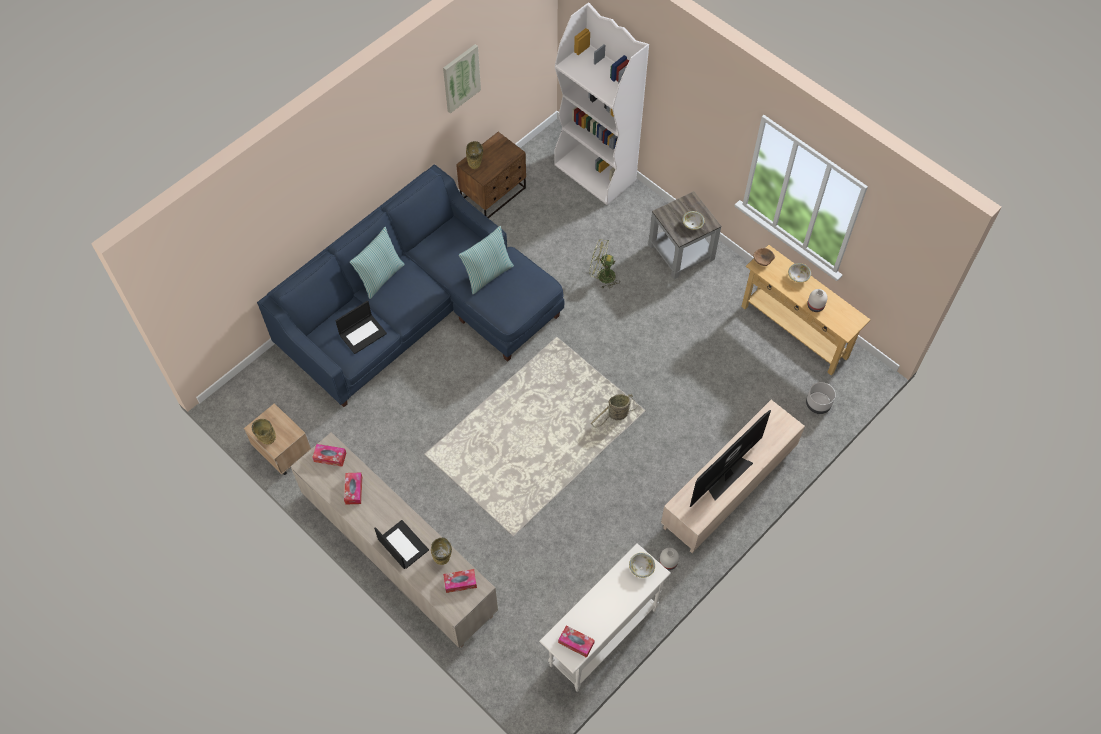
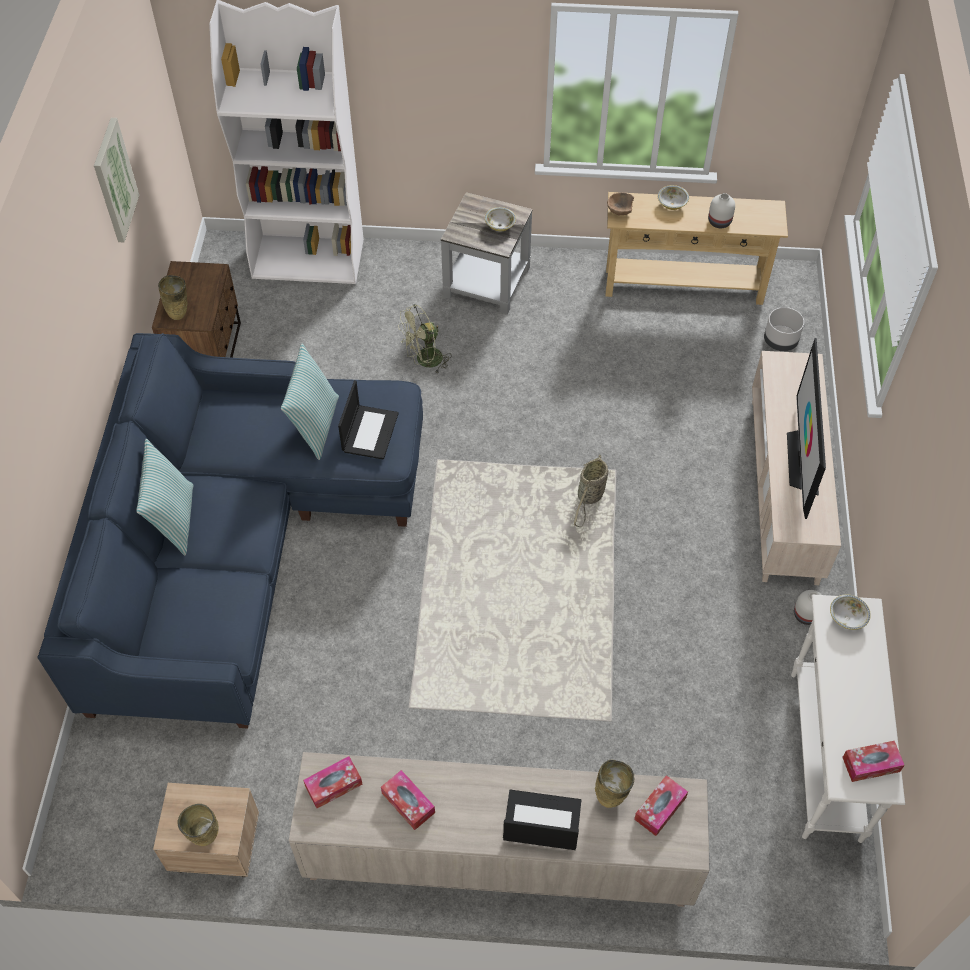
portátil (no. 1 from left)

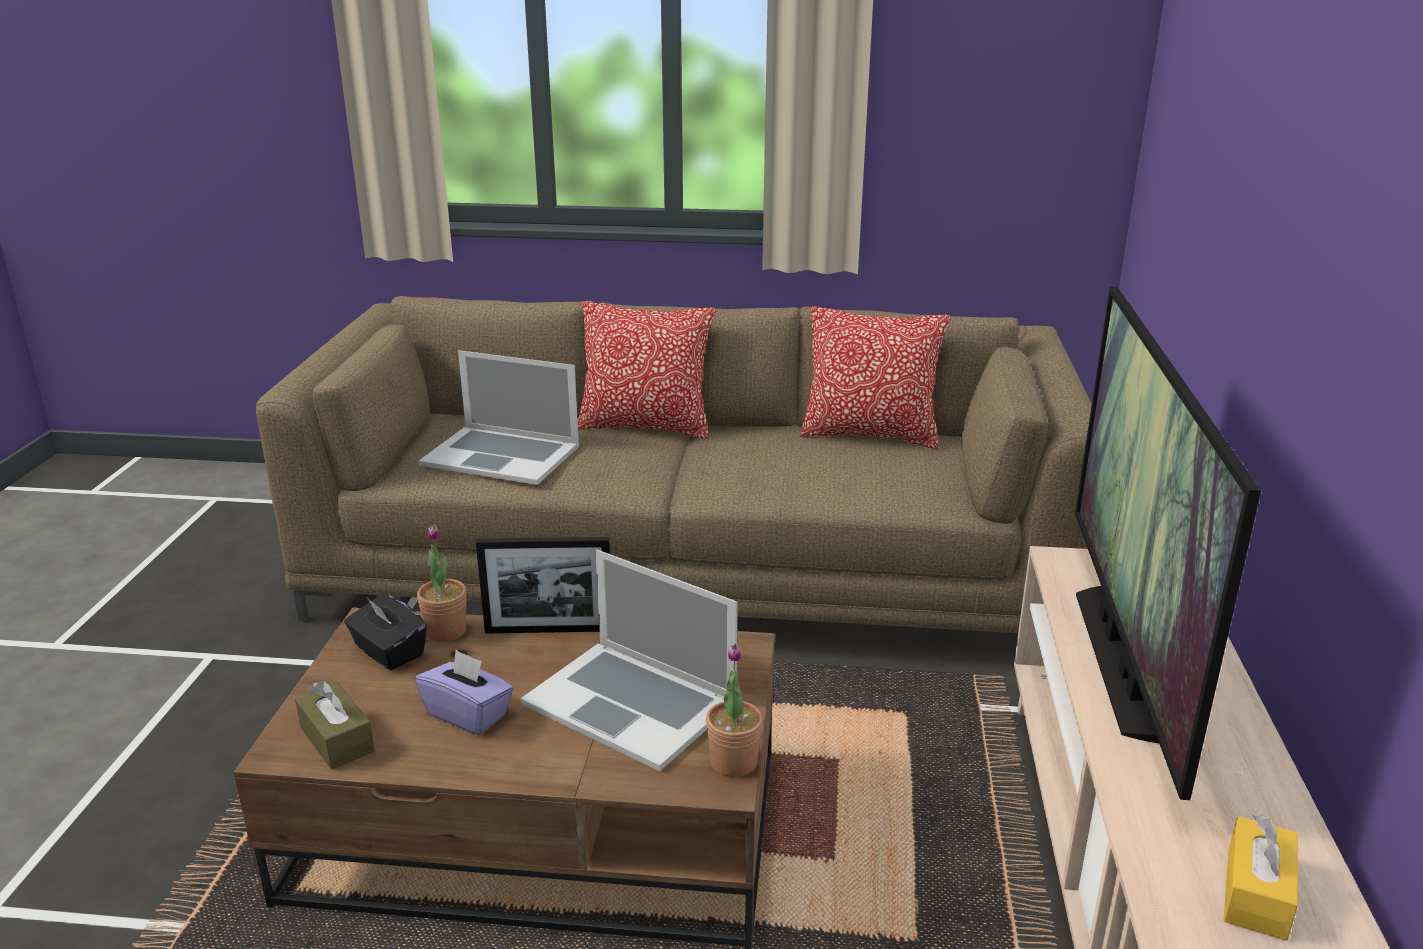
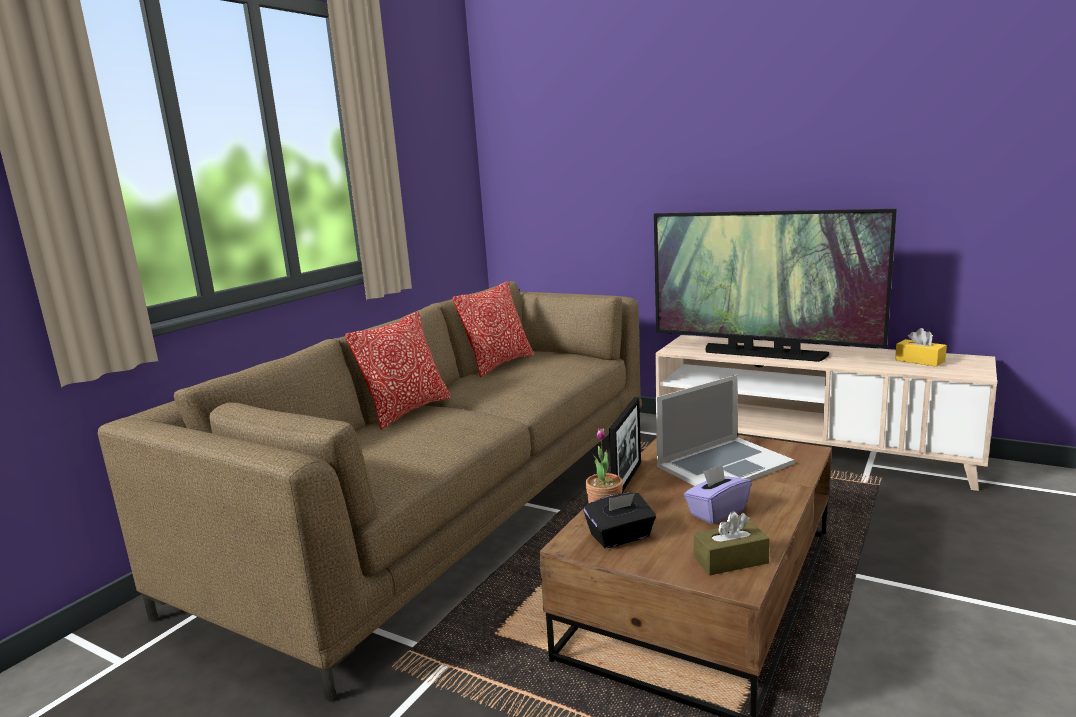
portátil (no. 1 from left in the first image); planta en maceta (no. 2 from left in the first image)

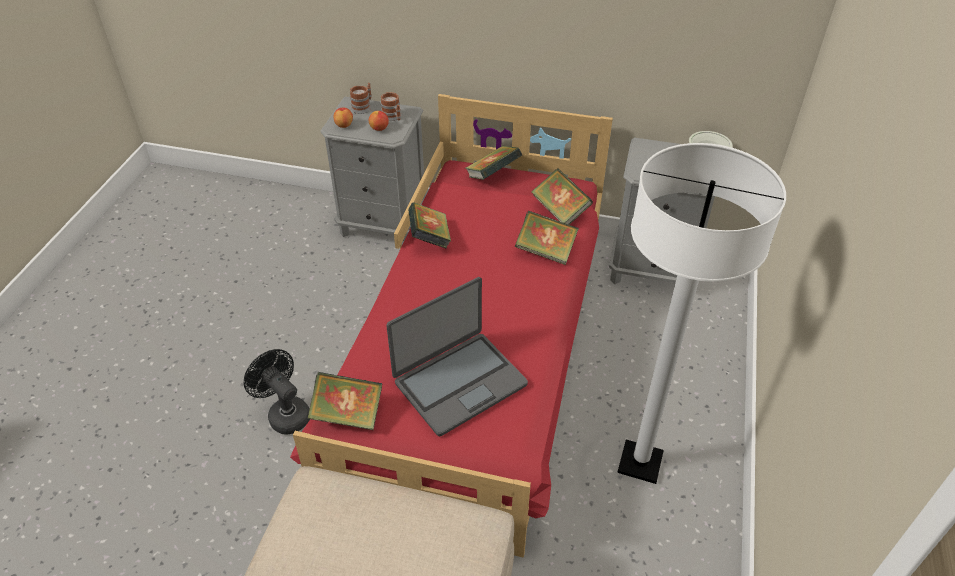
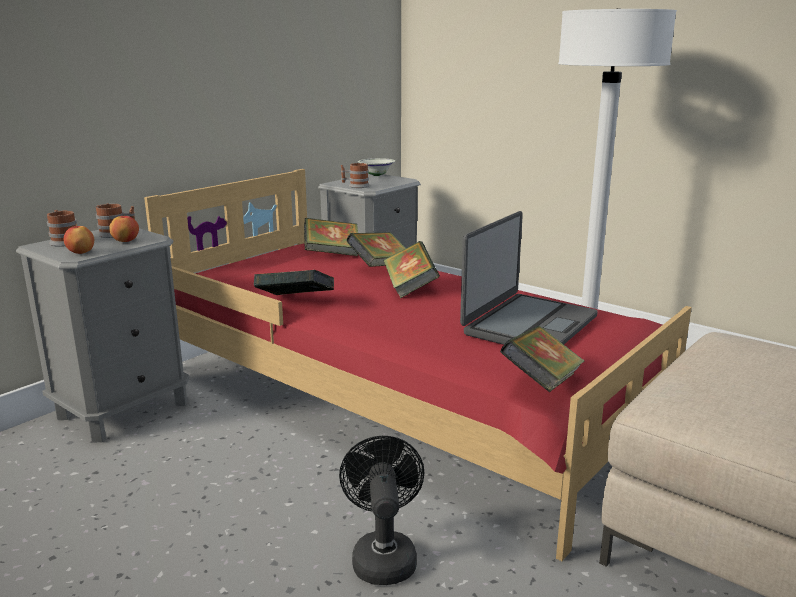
ventilador [negro]; taza grande (no. 3 from left); libro (no. 4 from left); portátil

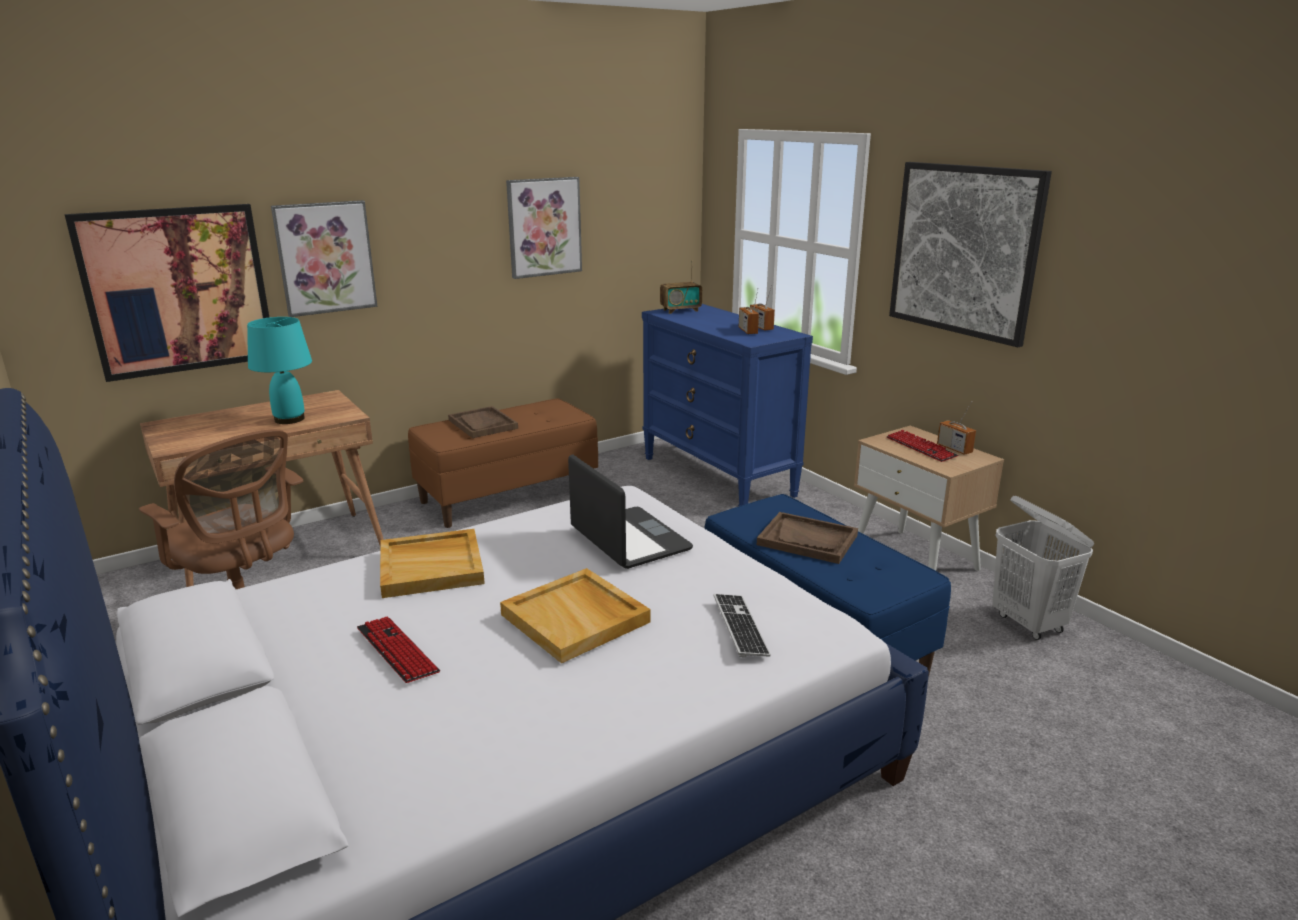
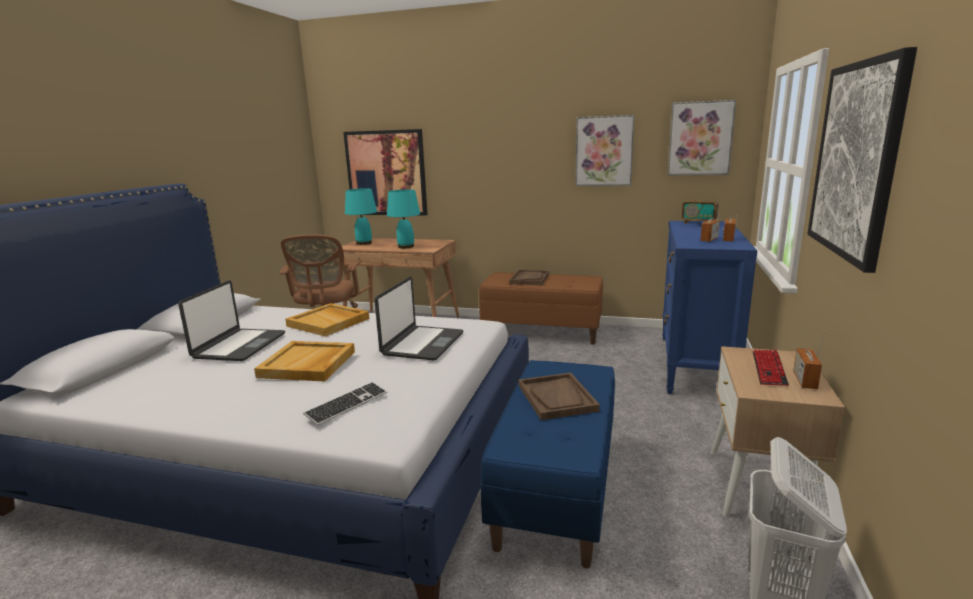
portátil (no. 1 from left); lámpara de mesa [turquesa] (no. 1 from left); cuadro (no. 3 from left)

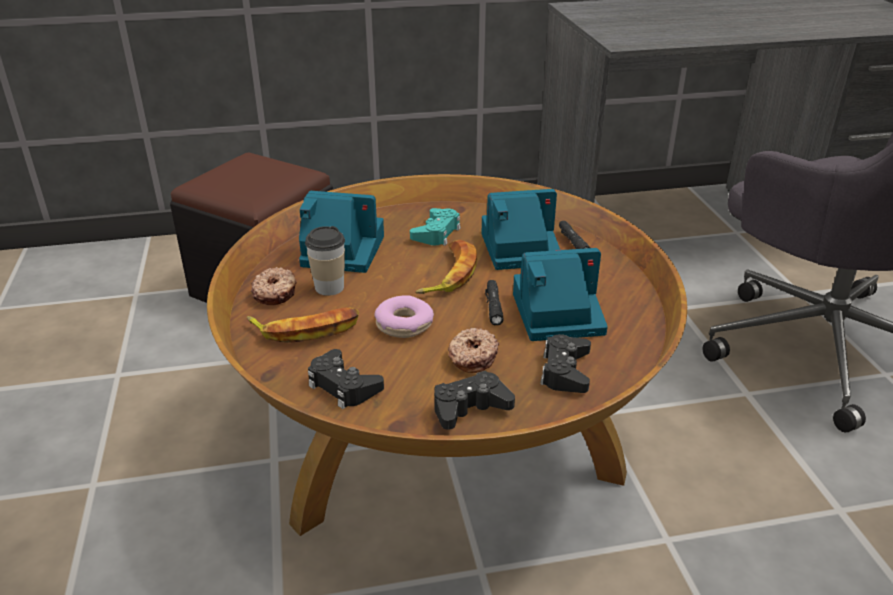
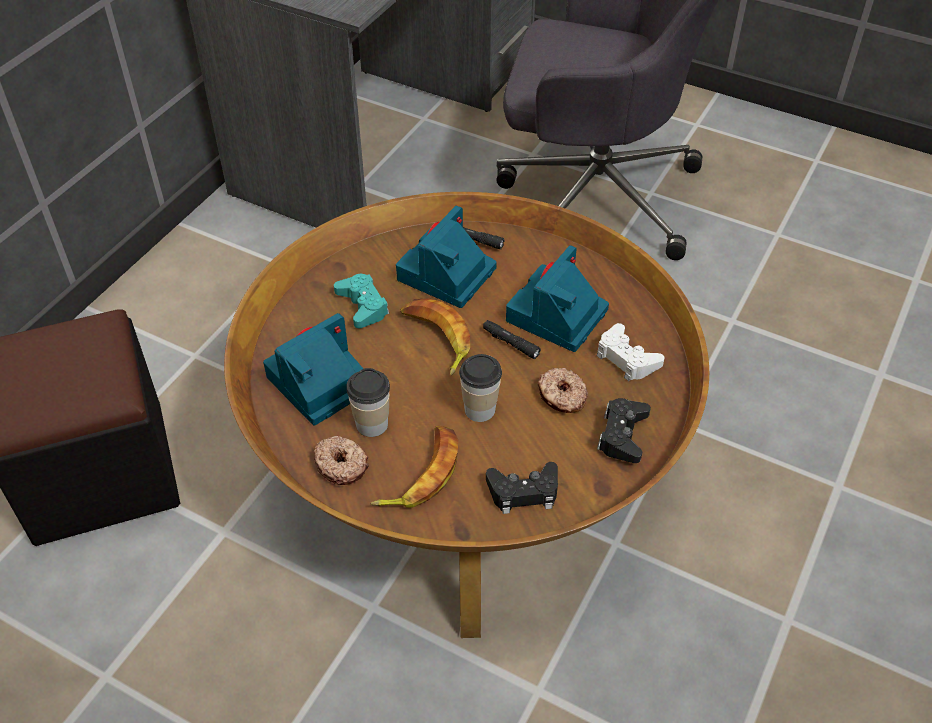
taza (no. 2 from left); mando de consola [blanco]

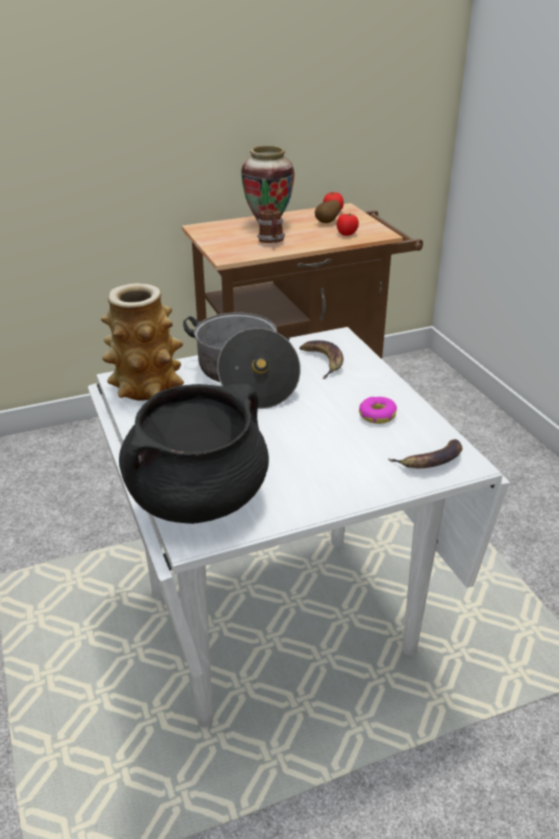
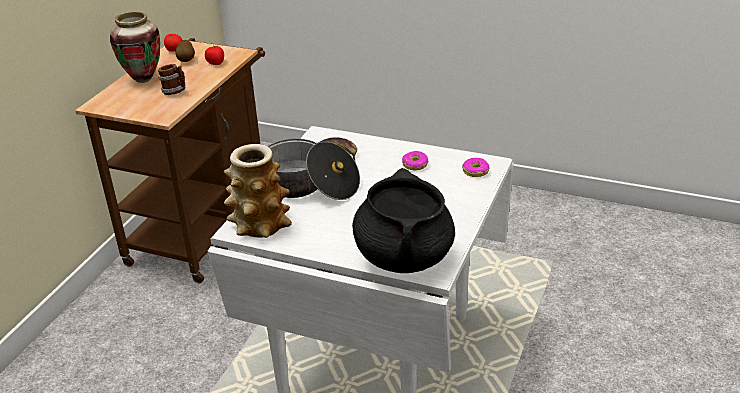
rosquilla (no. 2 from left)

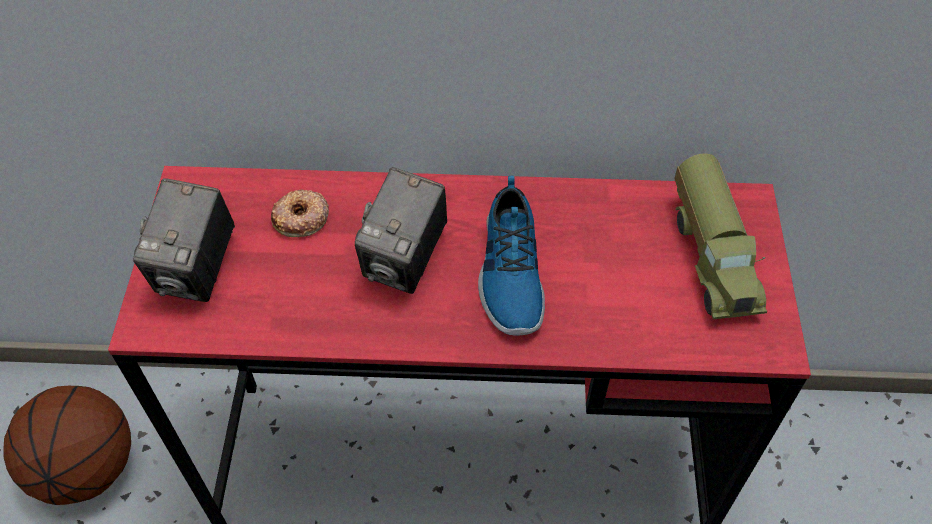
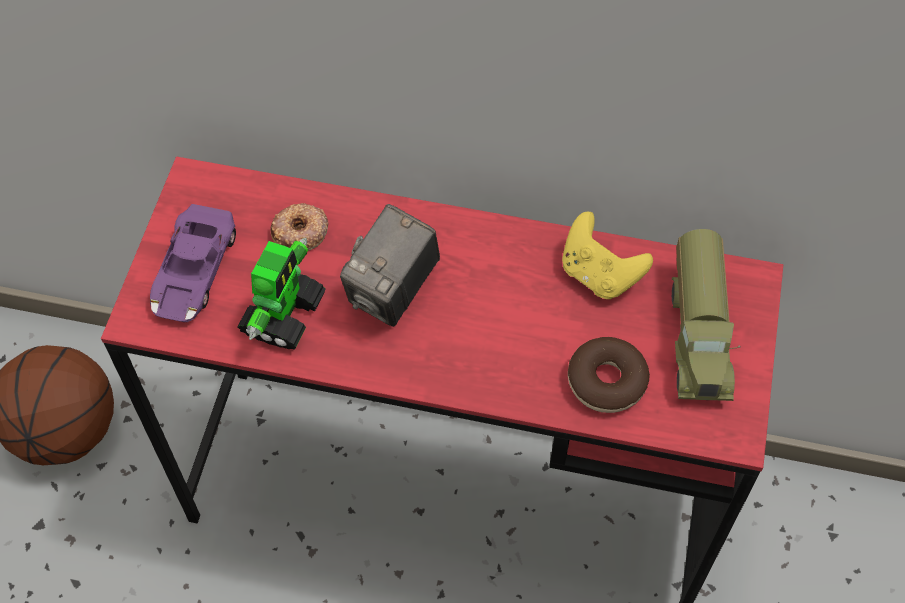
coche de juguete [morado]; robot de juguete; mando de consola [amarillo]; rosquilla (no. 2 from left); zapato

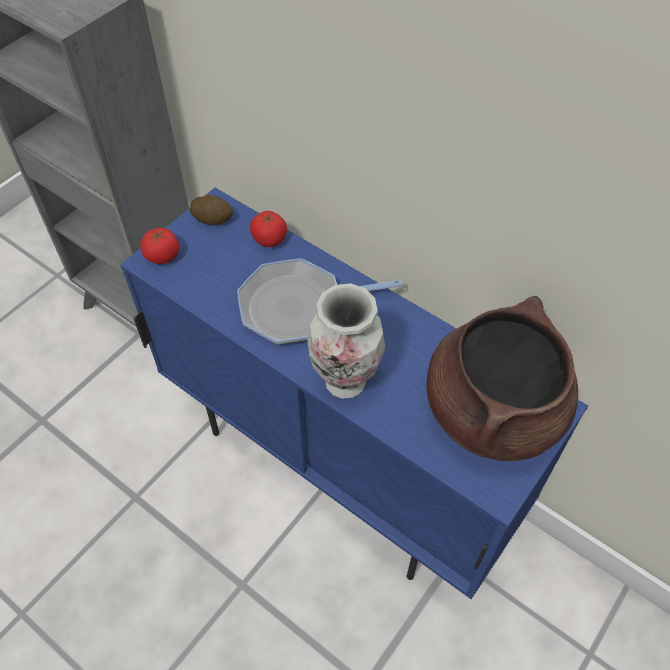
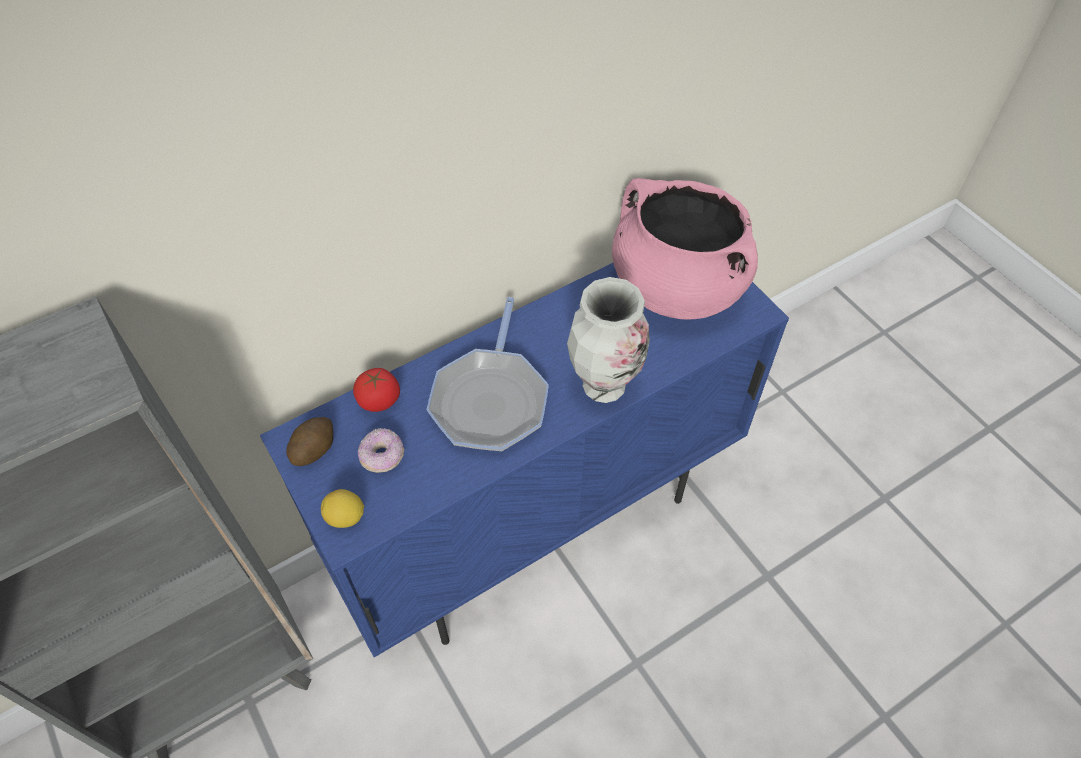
limón; rosquilla; olla [rosa]

